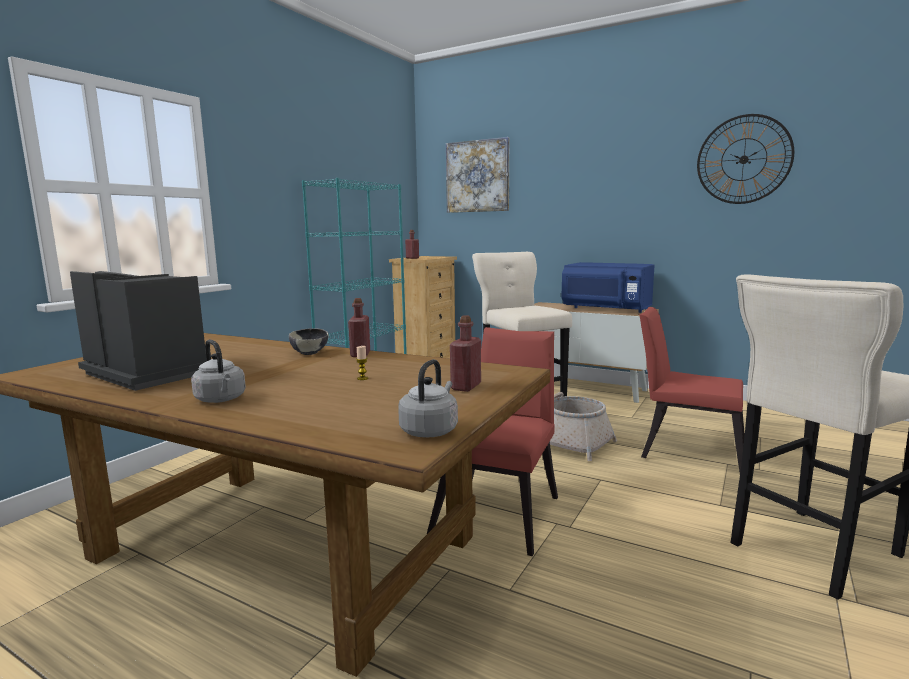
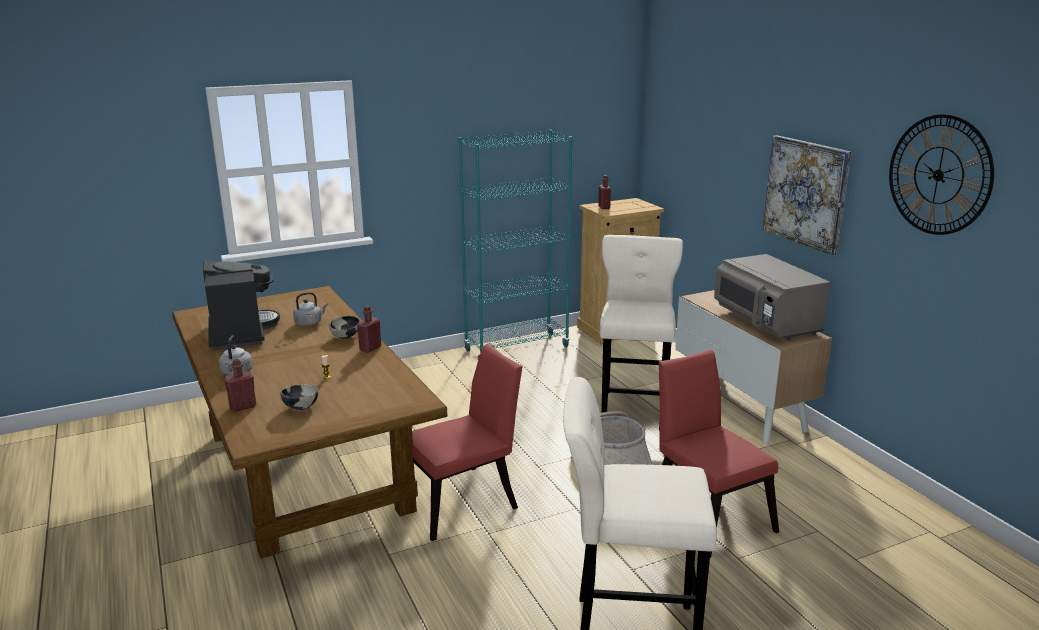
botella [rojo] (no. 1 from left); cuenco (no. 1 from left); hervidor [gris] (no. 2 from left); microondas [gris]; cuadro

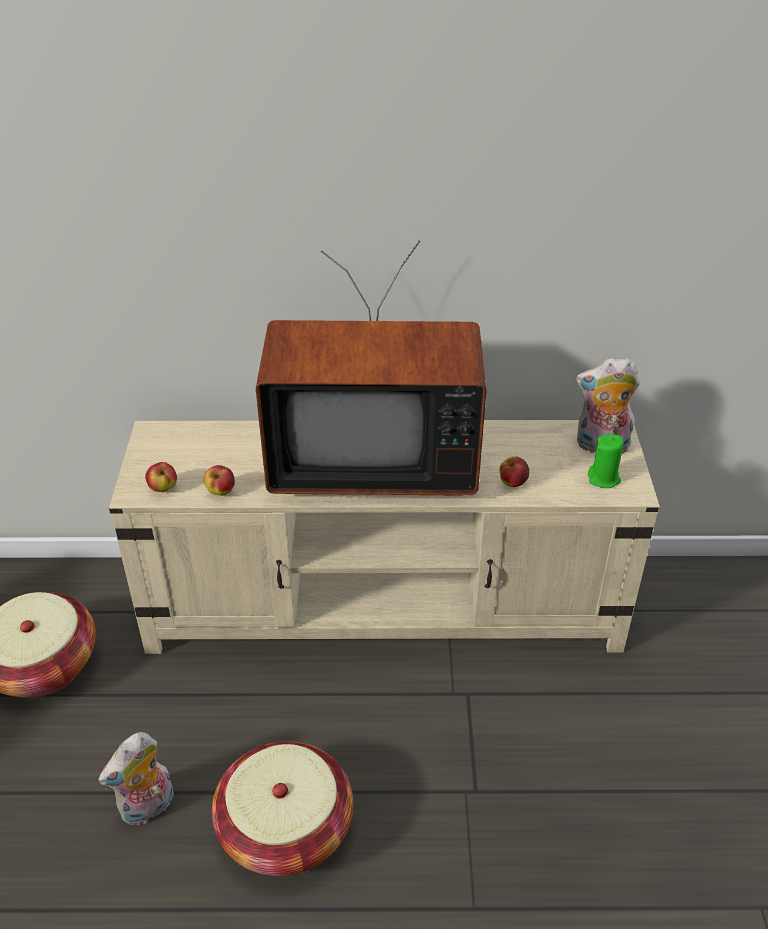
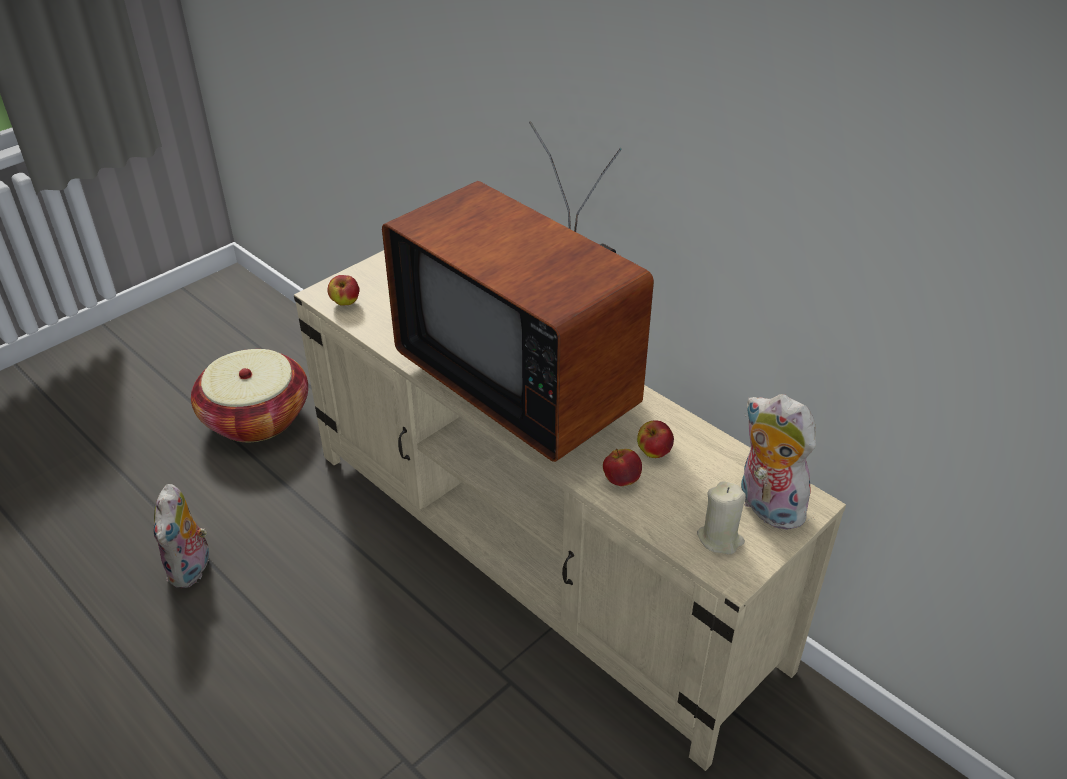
peluche (no. 1 from left); manzana (no. 3 from left); vela [beis]; cesta (no. 2 from left in the first image)

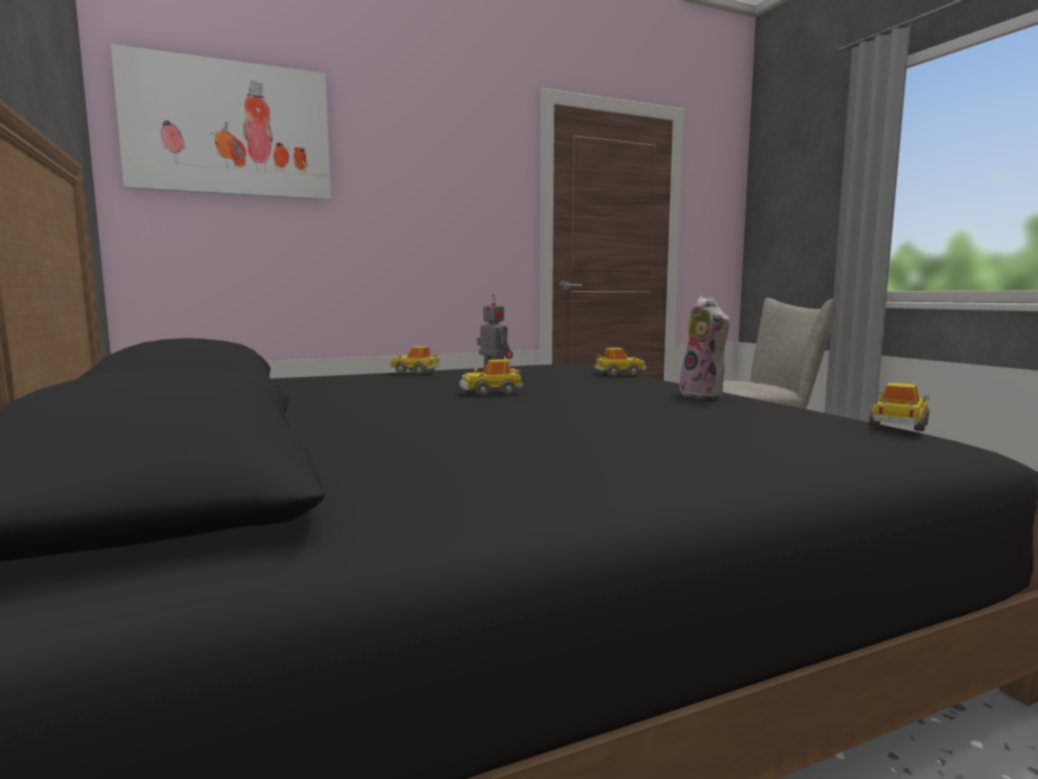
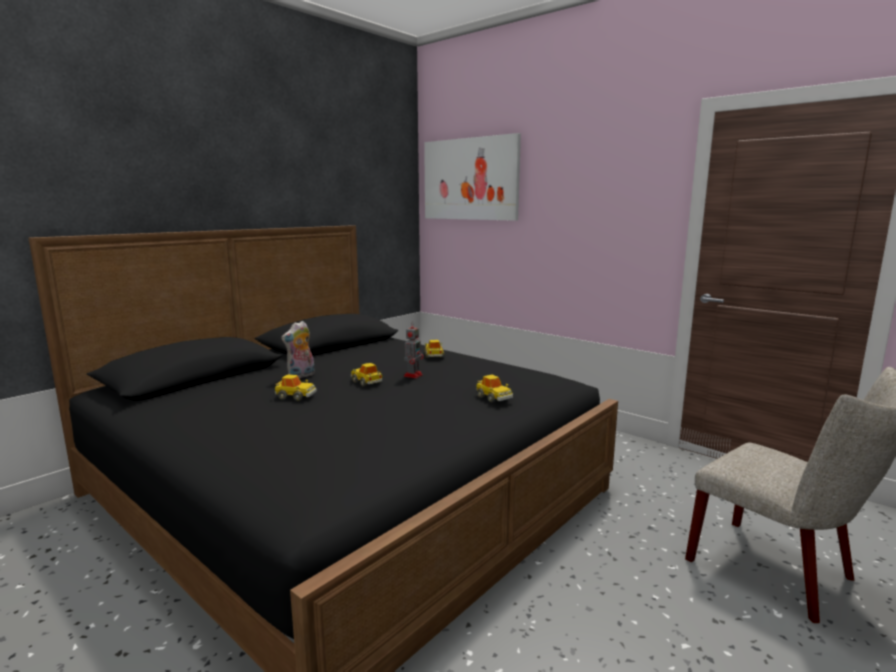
coche de juguete (no. 1 from left); peluche

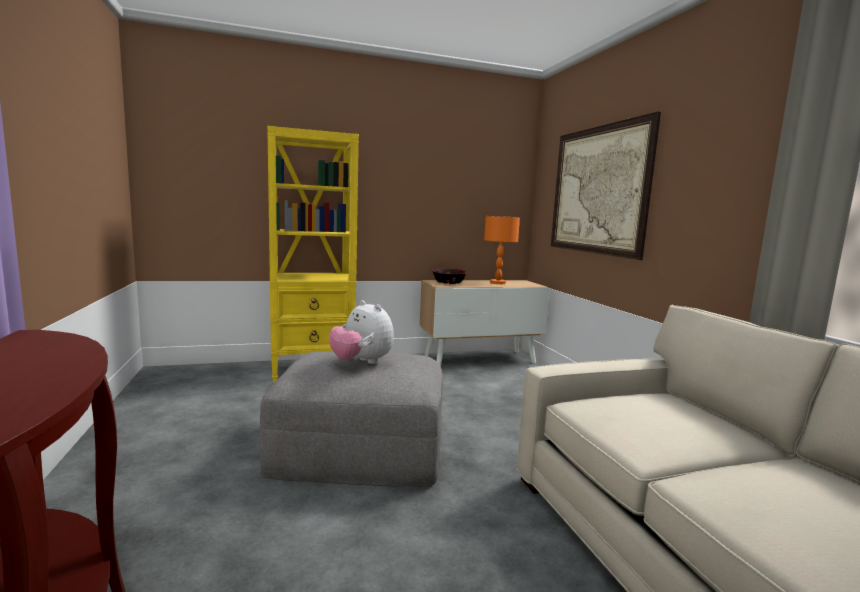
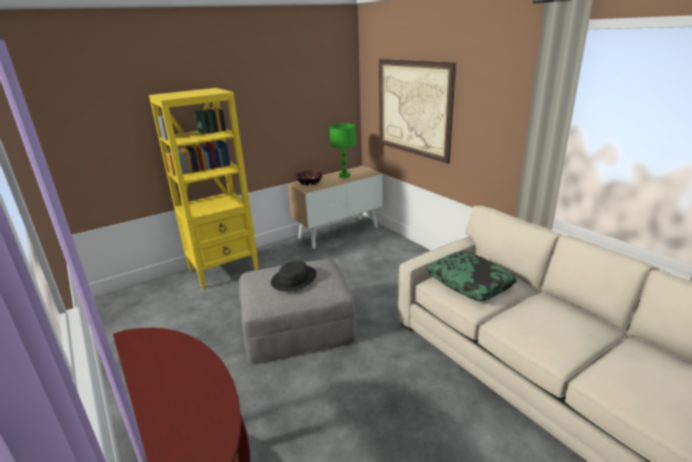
sombrero [negro]; lámpara de mesa [verde]; cojín

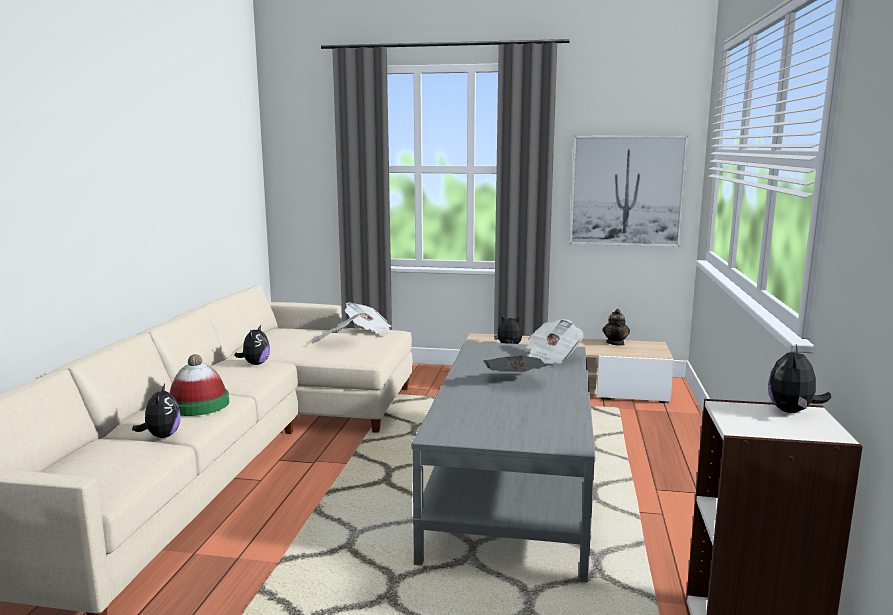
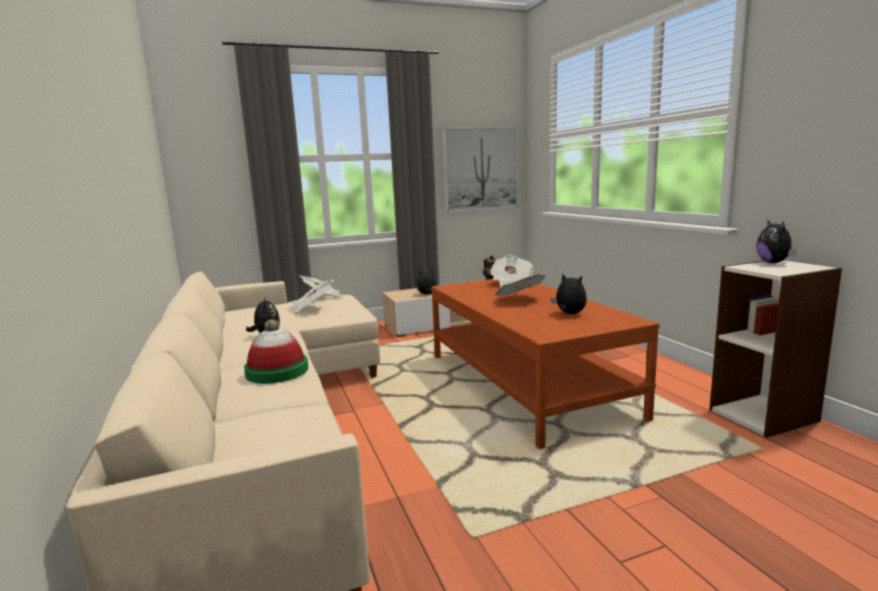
mesa de centro [marrón]; peluche (no. 3 from left)

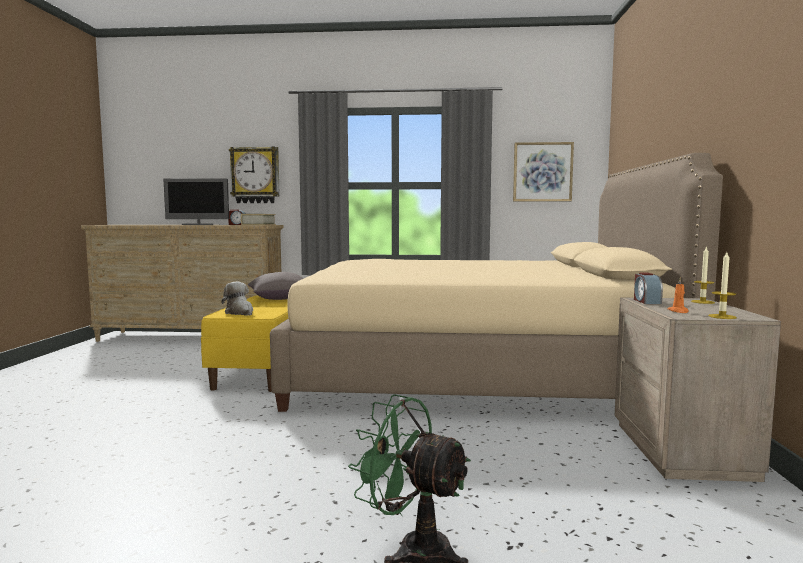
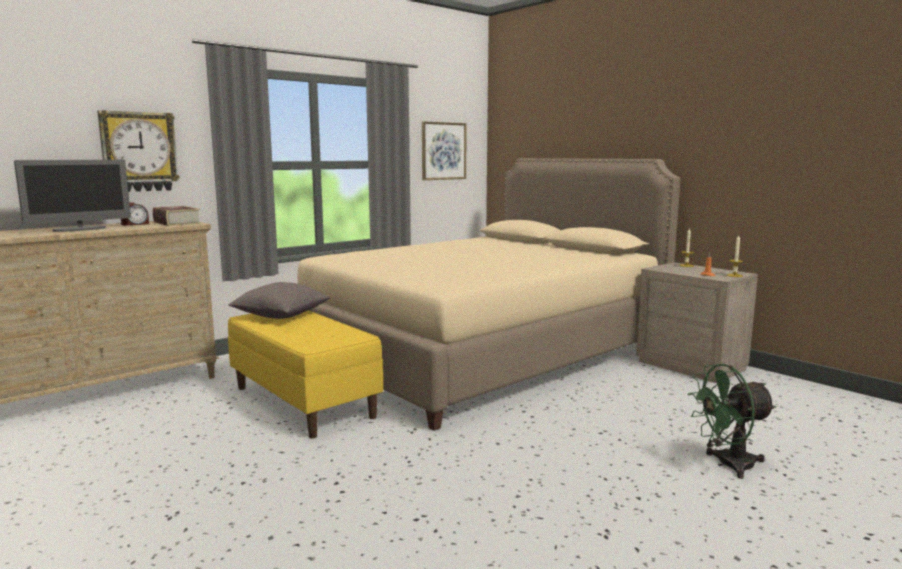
peluche; despertador (no. 2 from left in the first image)

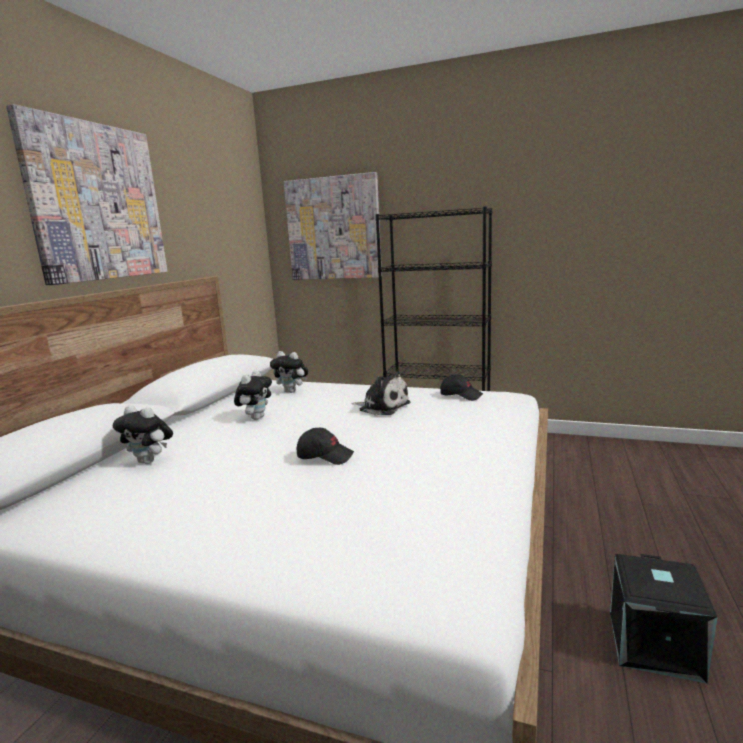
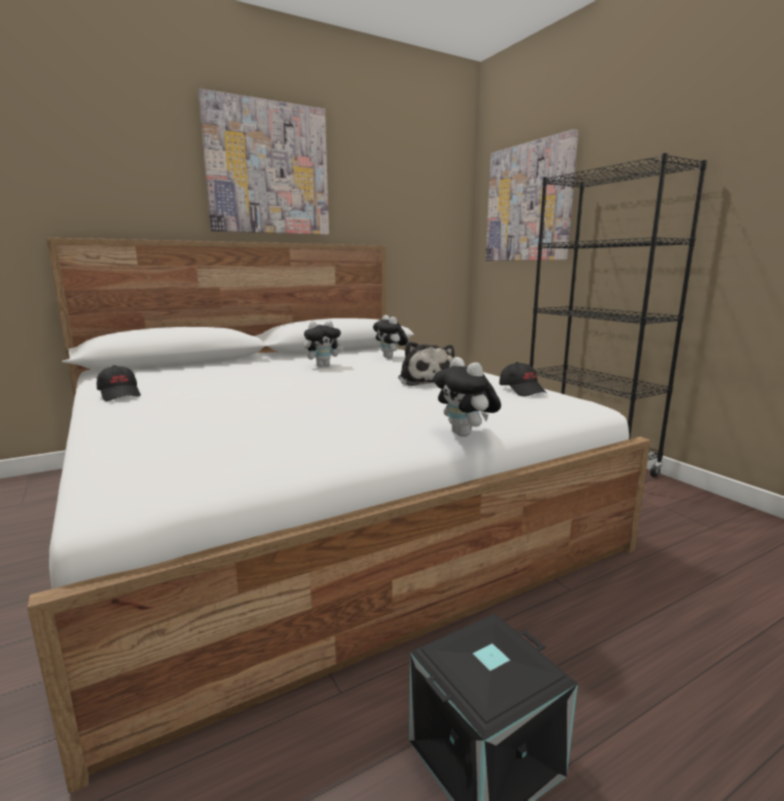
gorra [negro] (no. 1 from left); peluche (no. 4 from left)

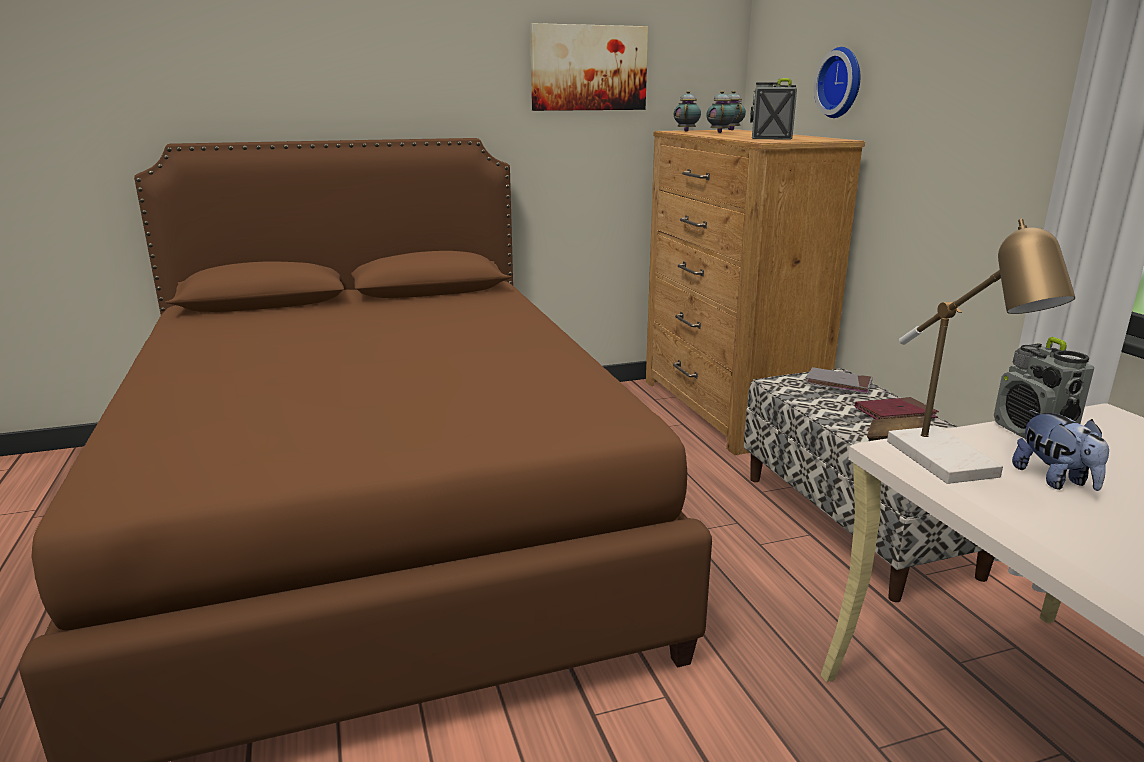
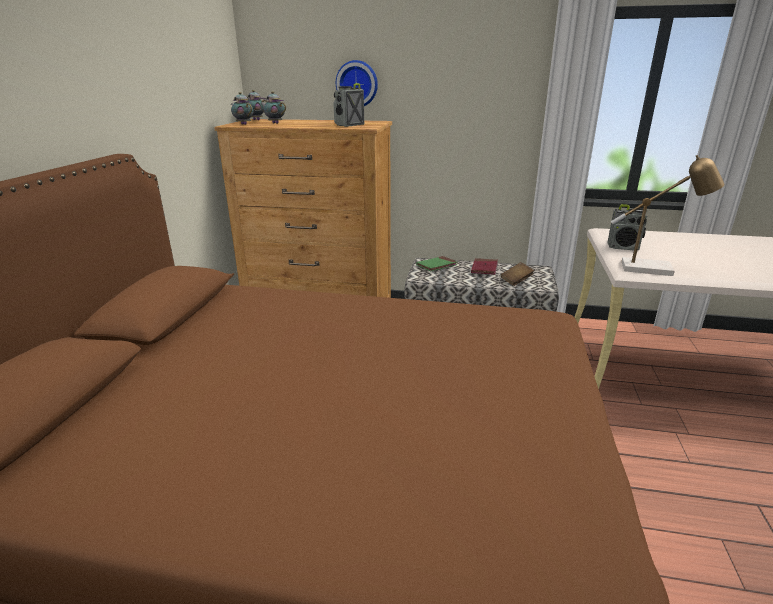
libro [verde]; cuadro; peluche

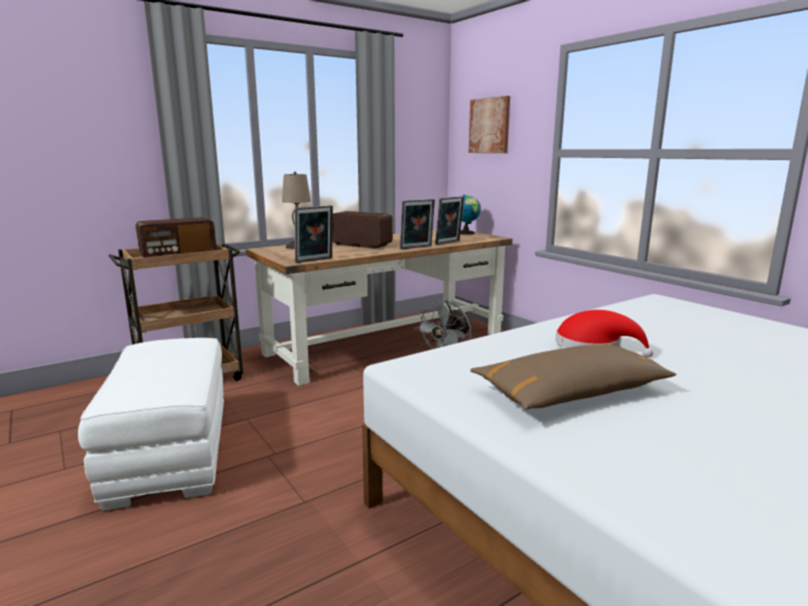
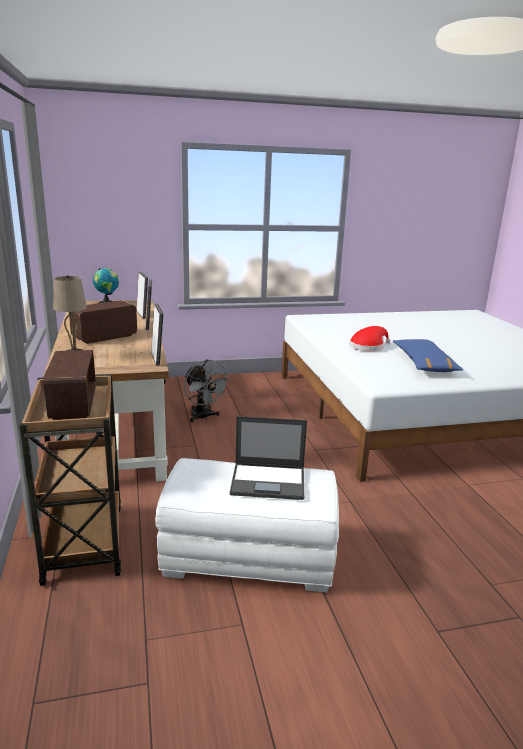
portátil; cojín [azul]; cuadro

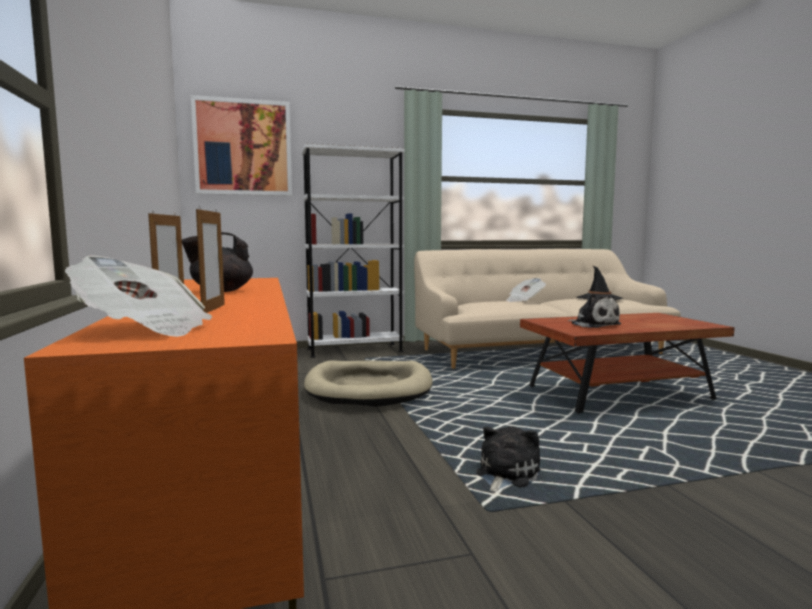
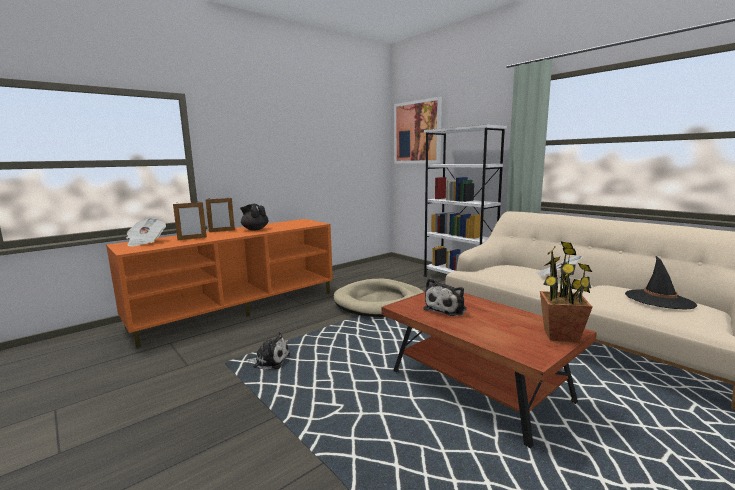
planta en maceta

